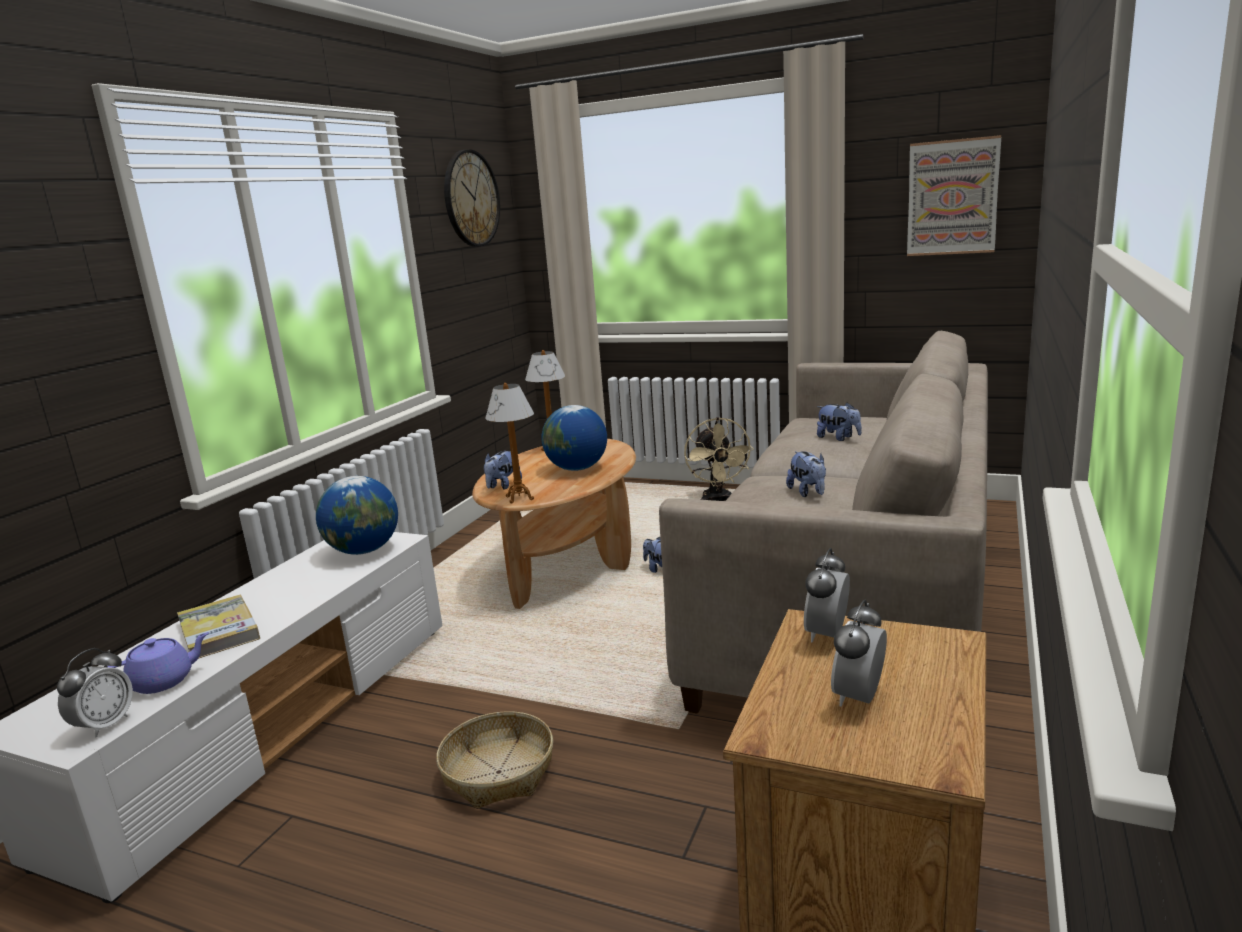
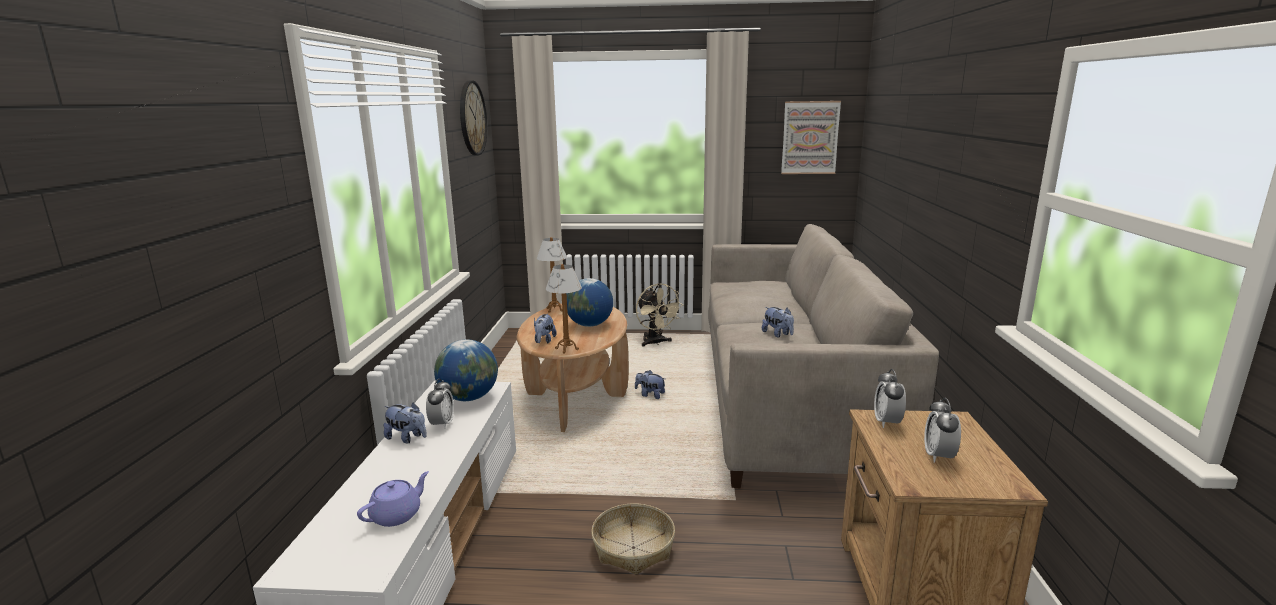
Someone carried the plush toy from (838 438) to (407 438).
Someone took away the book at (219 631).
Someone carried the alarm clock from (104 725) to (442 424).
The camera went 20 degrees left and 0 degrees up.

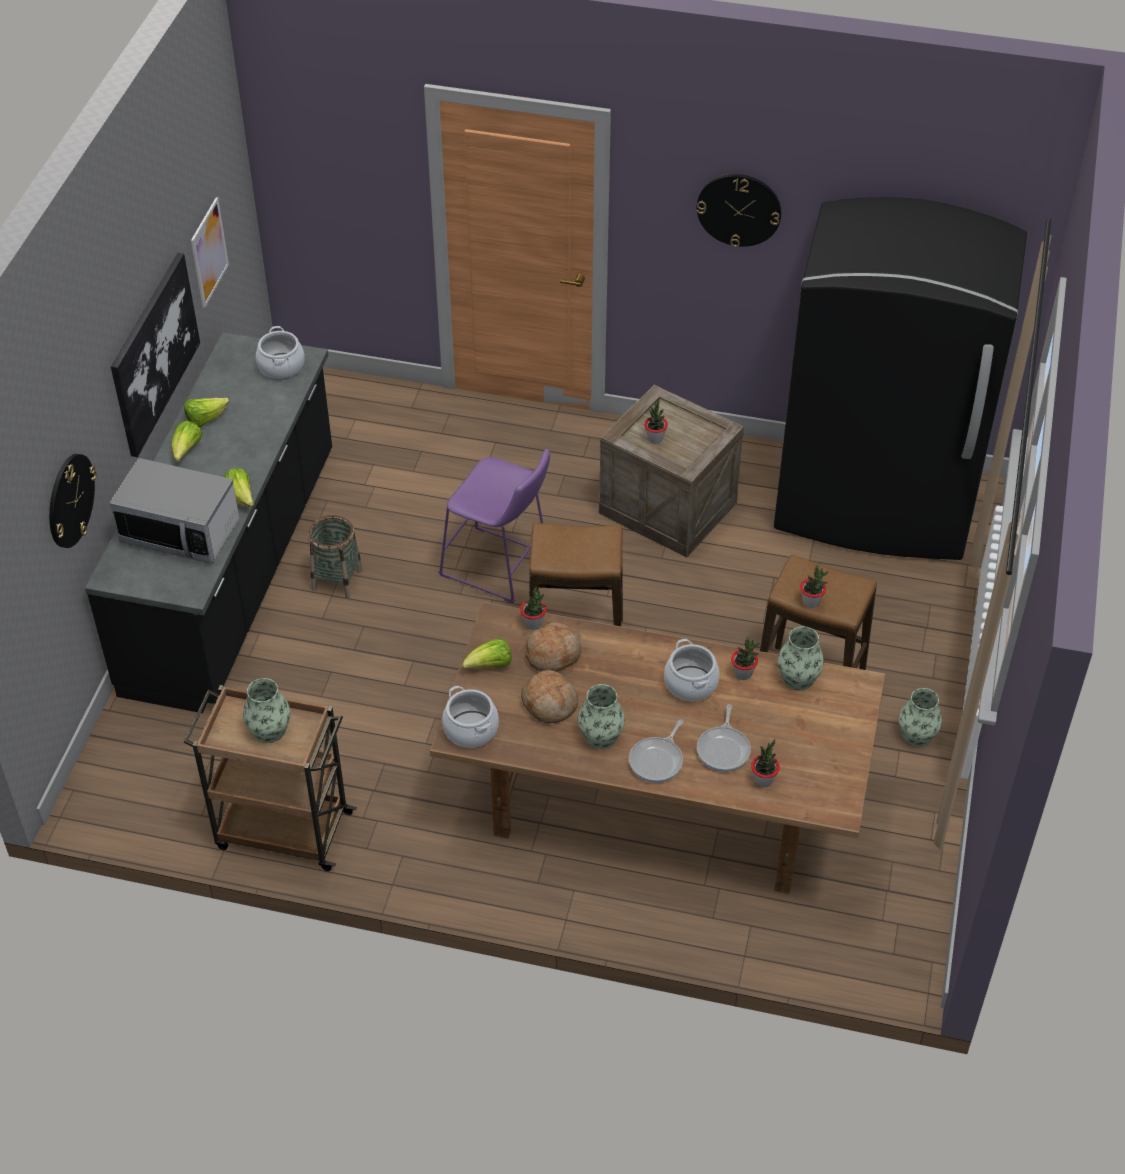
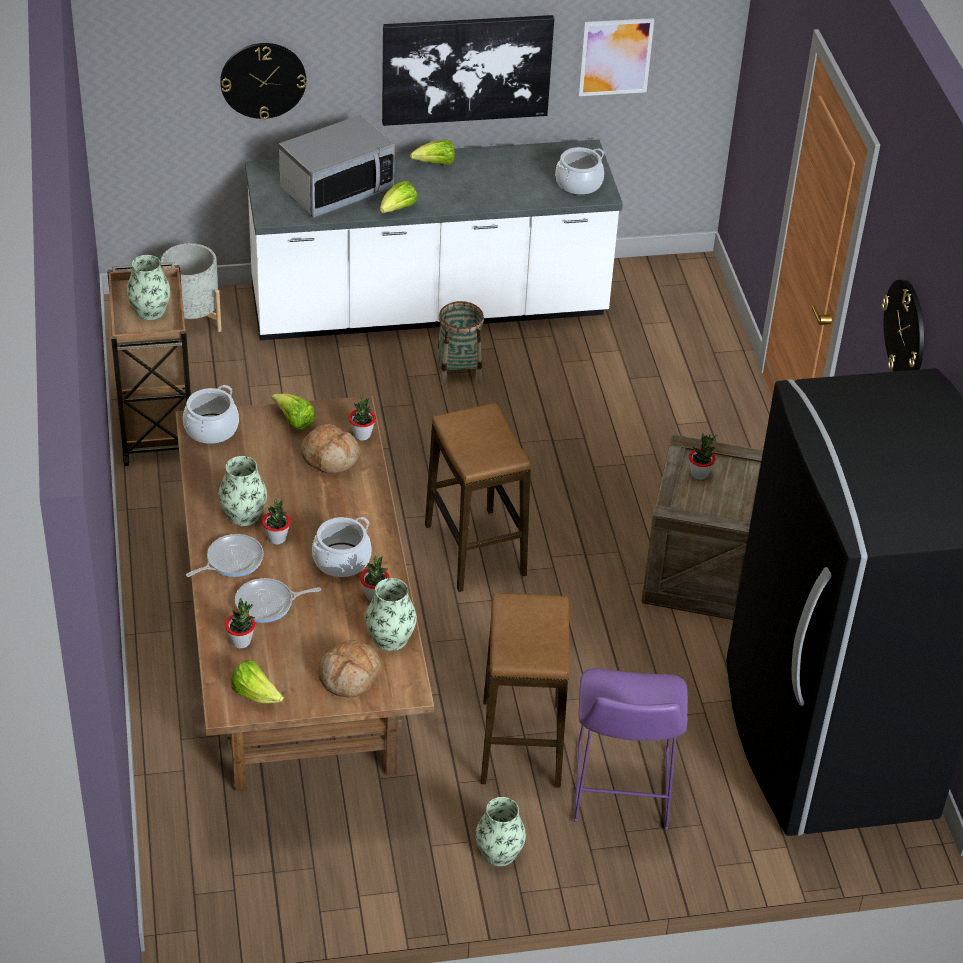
Someone repainted the counter (black) at (233 572), which became the counter (white) at (429 307).
Someone carried the lettuce from (205 419) to (256 695).
Someone carried the stool (purple) from (499 567) to (620 791).
Someone rotated the microwave at (180 532) by 120 degrees counterclockwise.
Someone carried the potted plant from (811 602) to (277 538).
Someone carried the bread from (549 703) to (350 676).
Someone rotated the frying pan at (658 760) by 135 degrees clockwise.
Someone put down the planter (grey) at (192 319).
The camera went 65 degrees right and 5 degrees down.

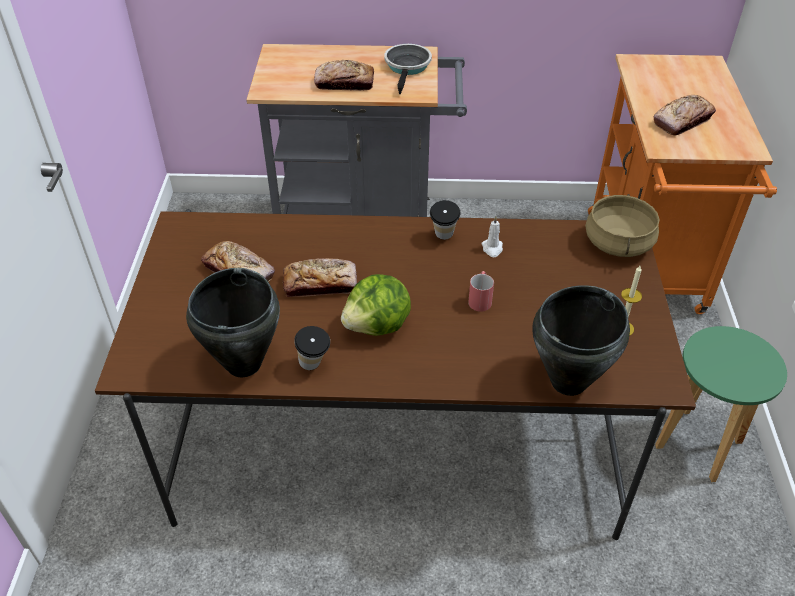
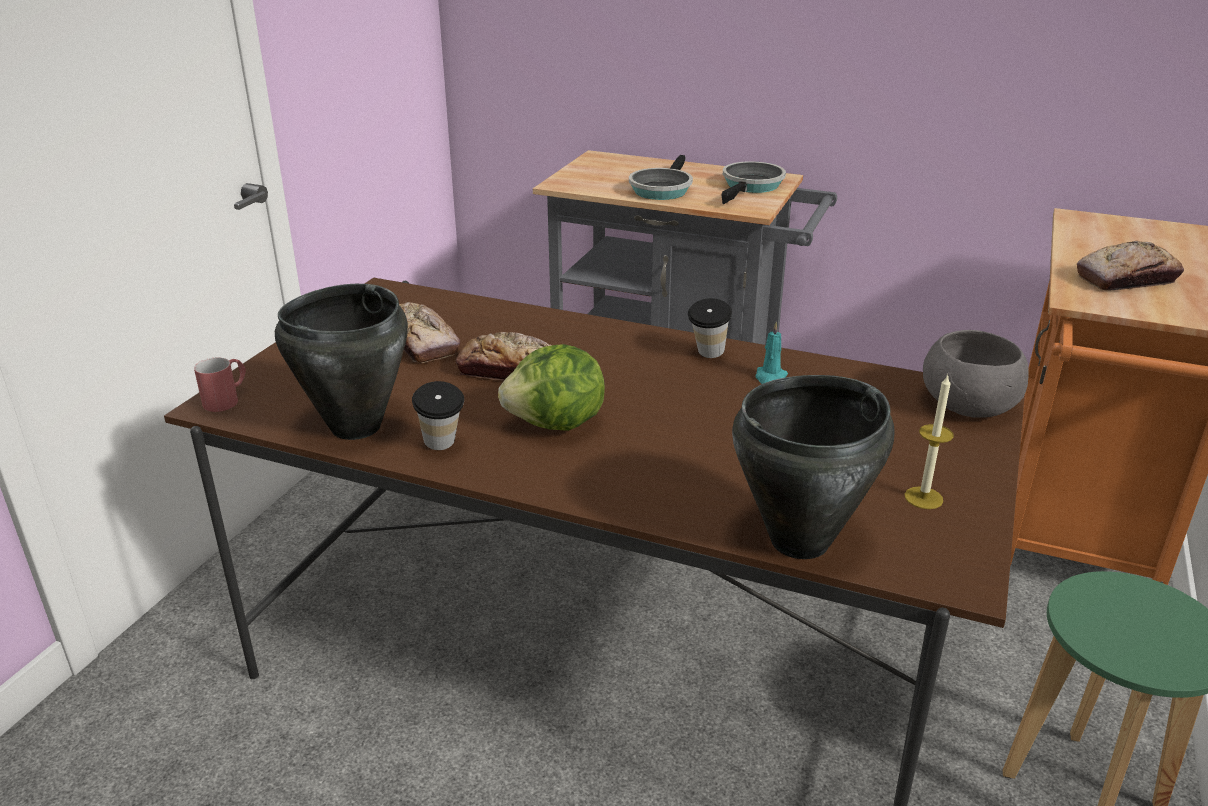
Someone swapped the bread at (344 83) for the frying pan at (661 189).
Someone swapped the cooking pot (beige) at (619 243) for the bowl (grey) at (969 405).
Someone repainted the candle (white) at (492 249), which became the candle (turquoise) at (770 378).
Someone carried the mug (red) from (480 298) to (227 399).
The camera went 20 degrees right and 15 degrees down.

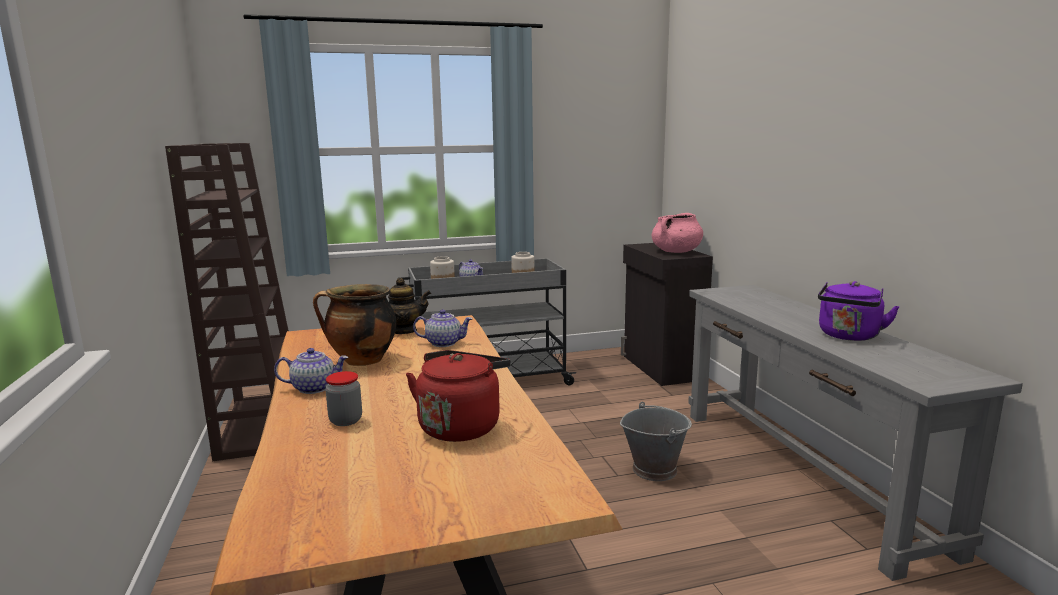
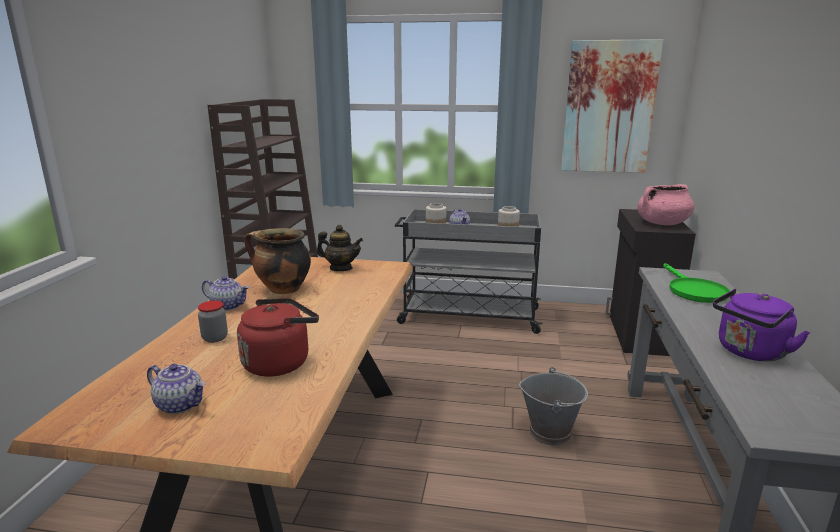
Someone carried the teapot from (444 343) to (181 404).
Someone put up the picture at (609 108).
Someone put down the frying pan (green) at (693 290).
The camera went 25 degrees right and 5 degrees up.

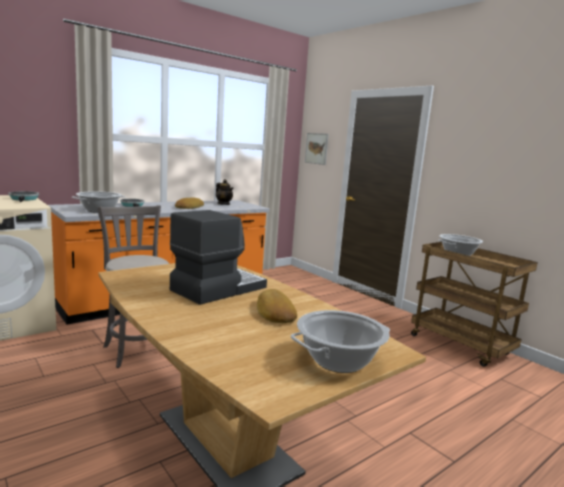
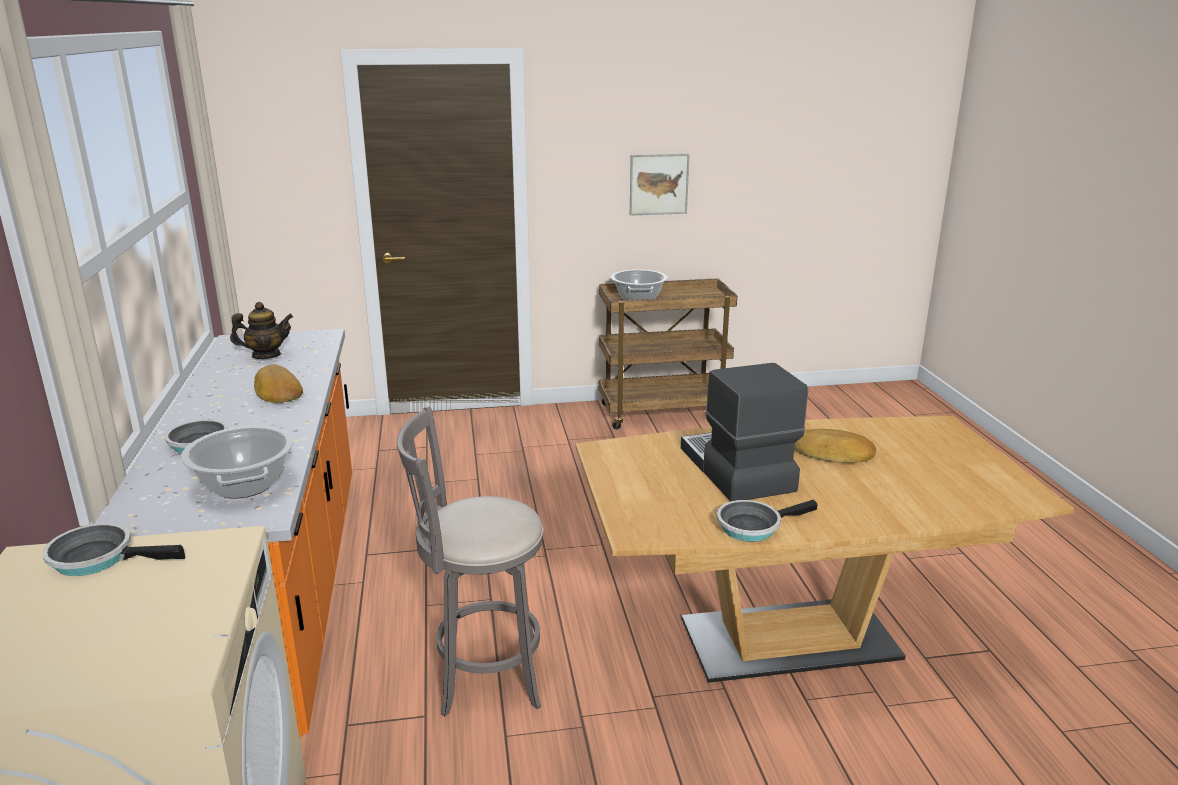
Someone carried the picture from (316 148) to (658 184).
Someone took away the cooking pot at (339 360).
Someone put down the frying pan at (753 526).
The camera went 60 degrees left and 10 degrees up.

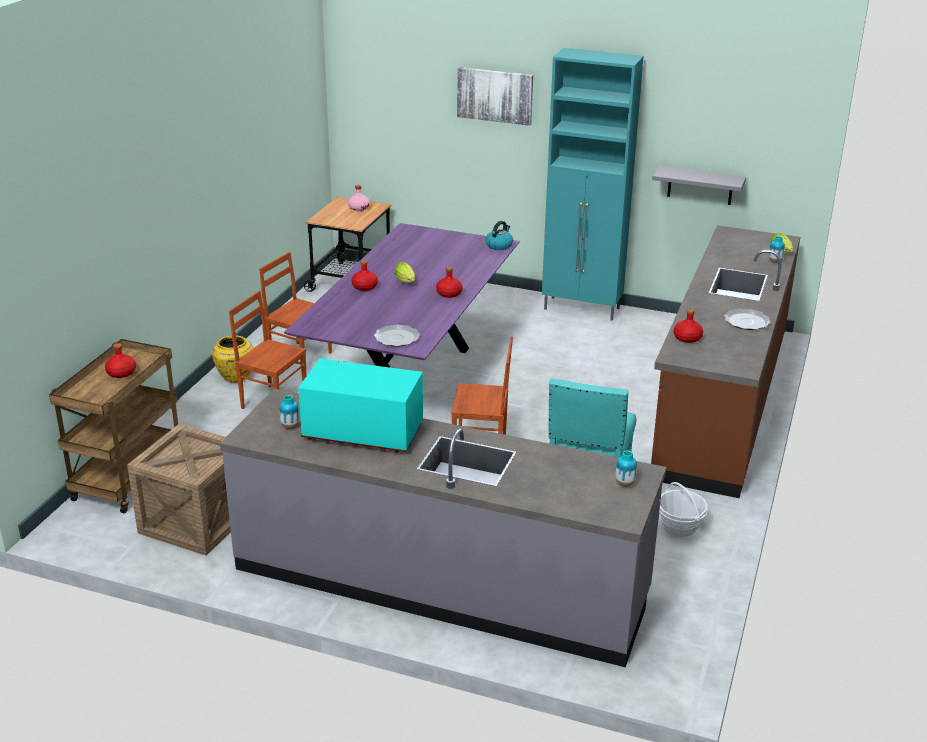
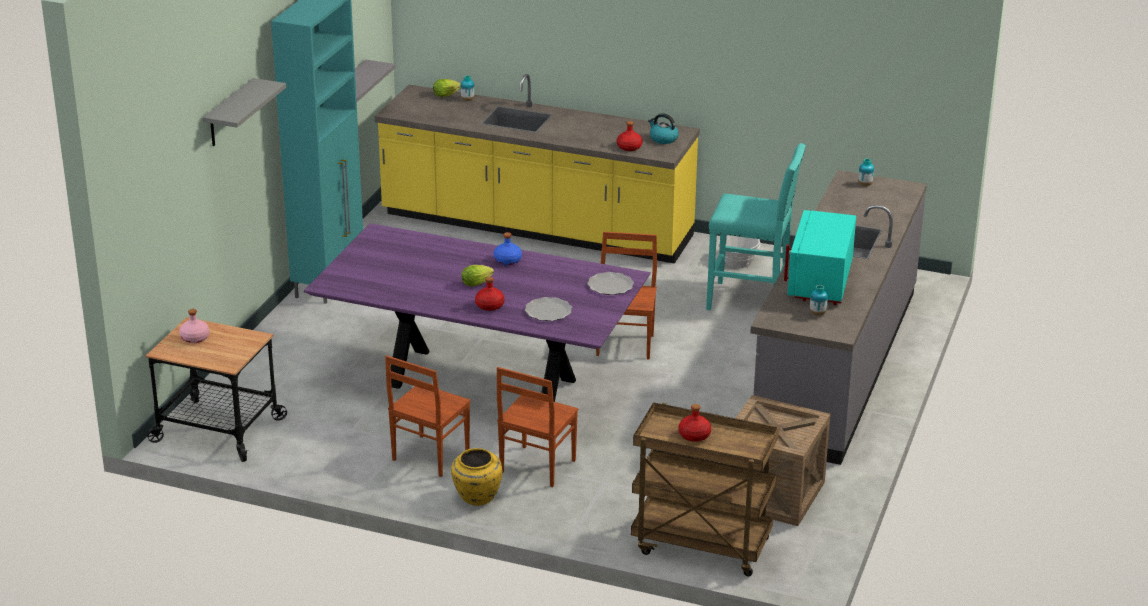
Someone swapped the picture at (495 95) for the shelf (grey) at (229 114).
Someone carried the kettle from (499 245) to (663 139).
Someone repainted the counter (brown) at (720 402), which became the counter (yellow) at (536 227).
Someone repainted the bottle (red) at (449 293), which became the bottle (blue) at (507 260).
Someone carried the plate from (746 321) to (548 311).
The camera went 90 degrees left and 0 degrees up.

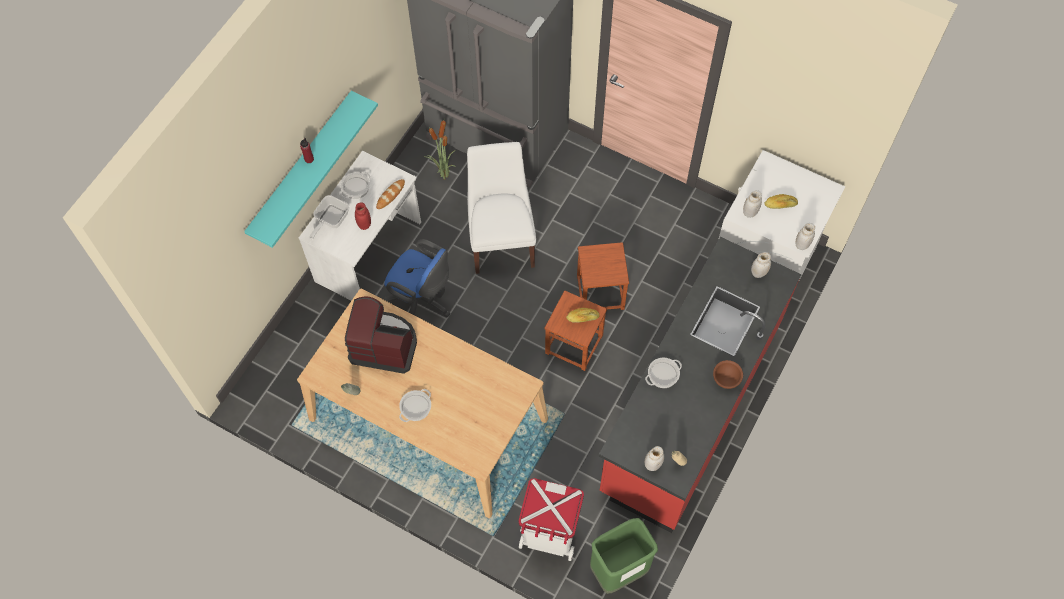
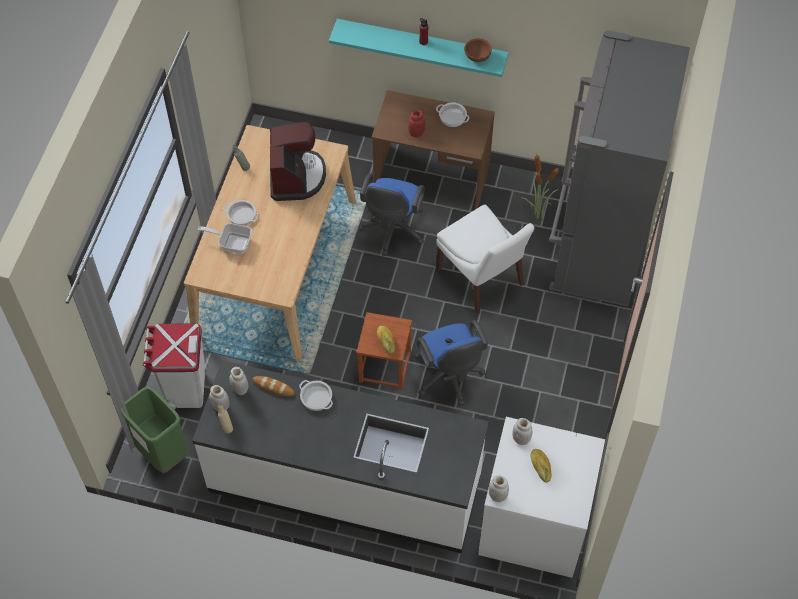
Someone rotated the chair (white) at (501 238) by 75 degrees clockwise.
Someone repainted the desk (white) at (370 252), which became the desk (brown) at (432 178).
Someone carried the bread from (390 195) to (273 387).
Someone carried the frying pan from (330 220) to (232 243).
Someone repainted the counter (red) at (689 407), which became the counter (white) at (345 483).
Someone swapped the stool (brown) at (601 292) for the office chair (blue) at (449 378).
Someone carried the jar (white) from (758 273) to (240 389).
Someone carried the bowl (brown) from (726 379) to (477 57).
The camera went 75 degrees right and 5 degrees down.

